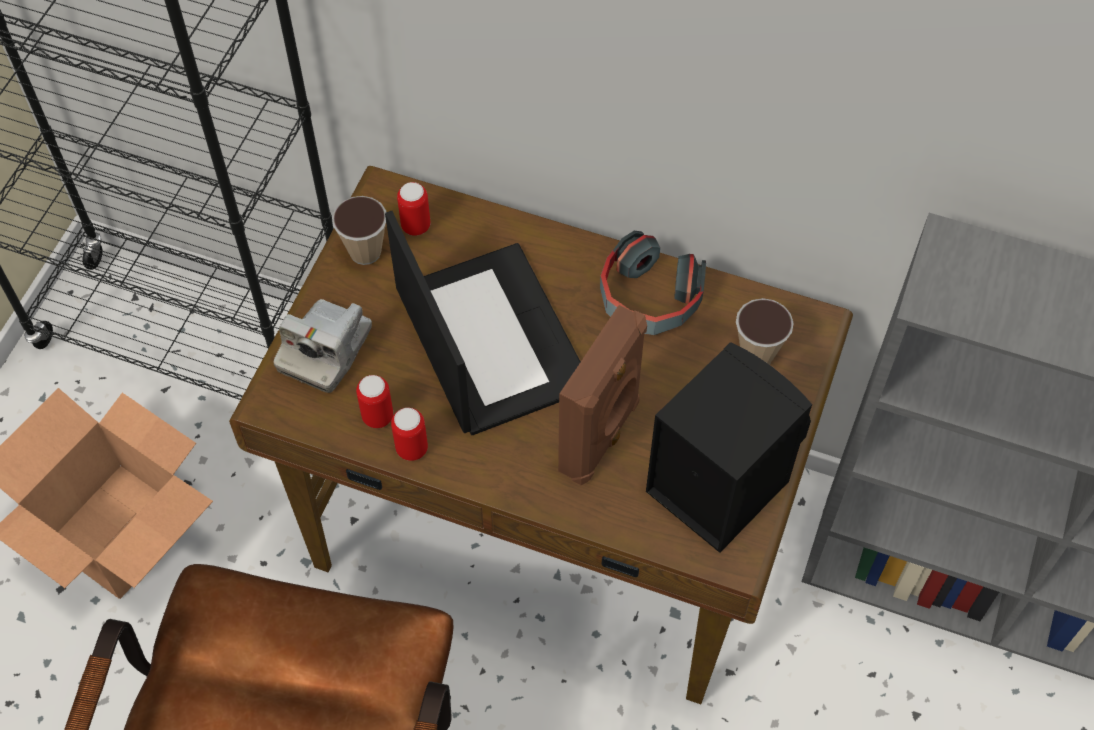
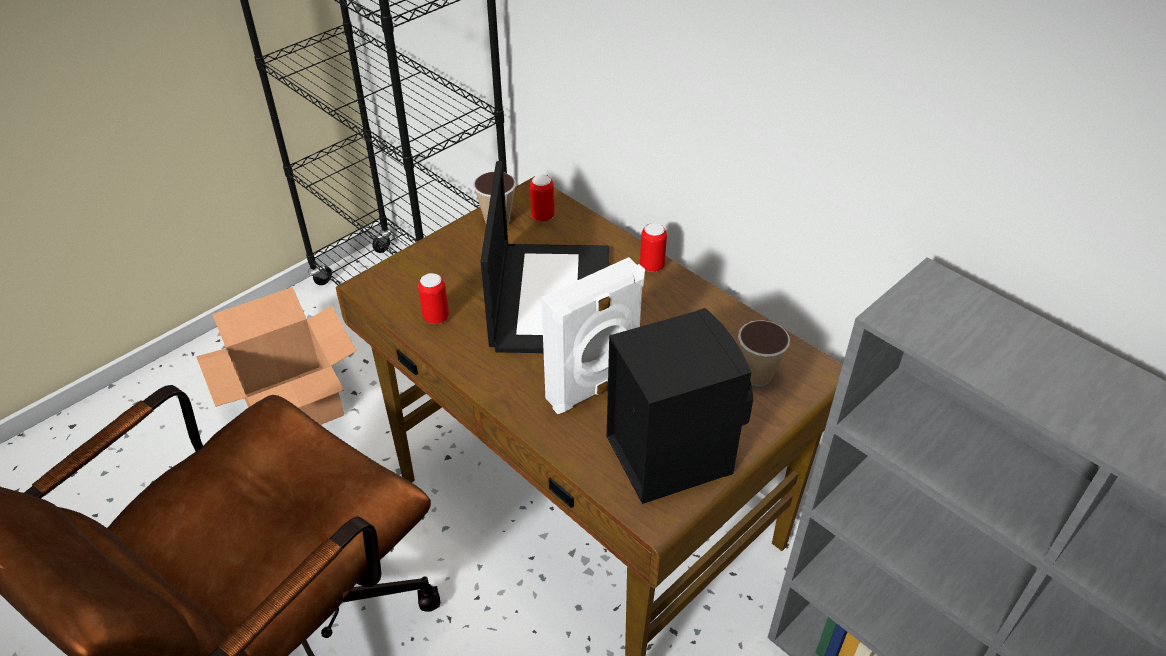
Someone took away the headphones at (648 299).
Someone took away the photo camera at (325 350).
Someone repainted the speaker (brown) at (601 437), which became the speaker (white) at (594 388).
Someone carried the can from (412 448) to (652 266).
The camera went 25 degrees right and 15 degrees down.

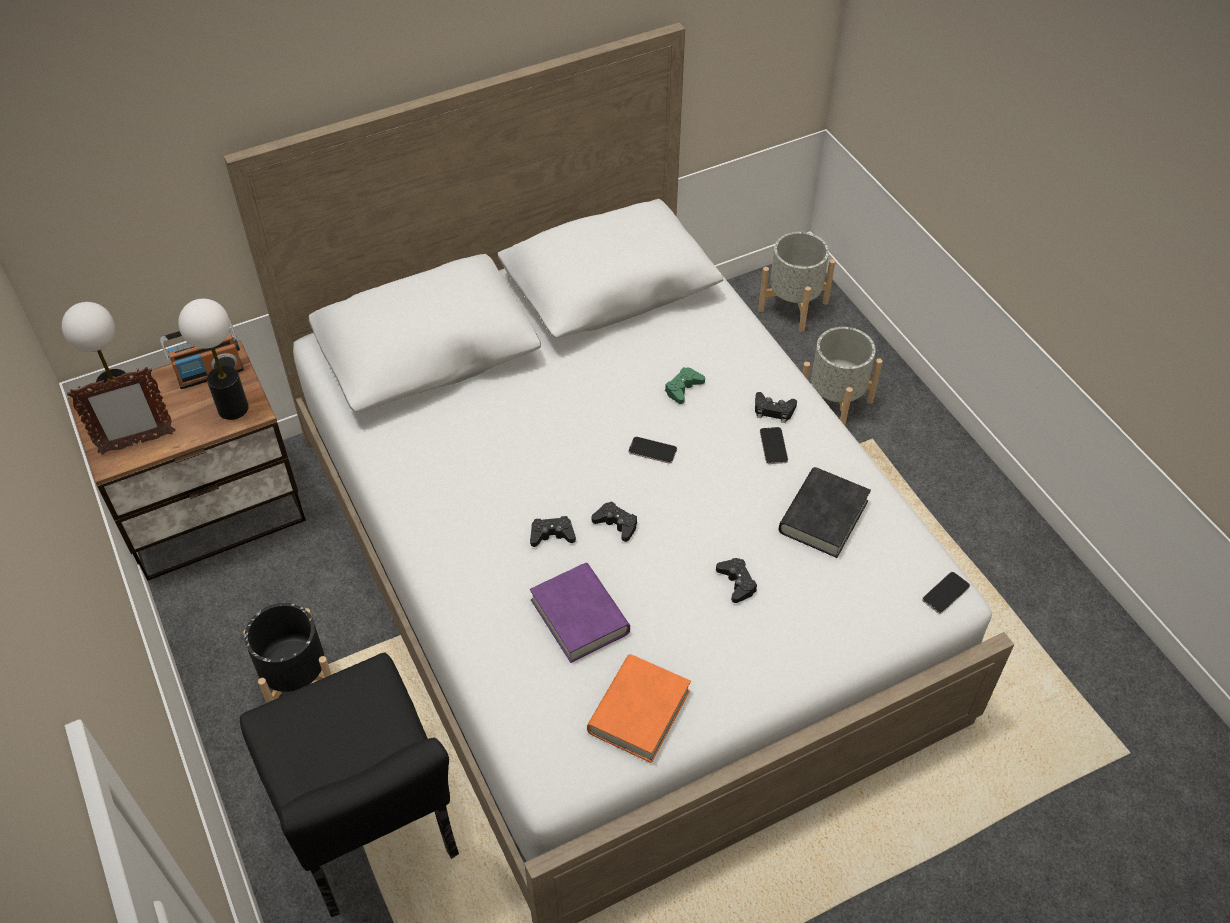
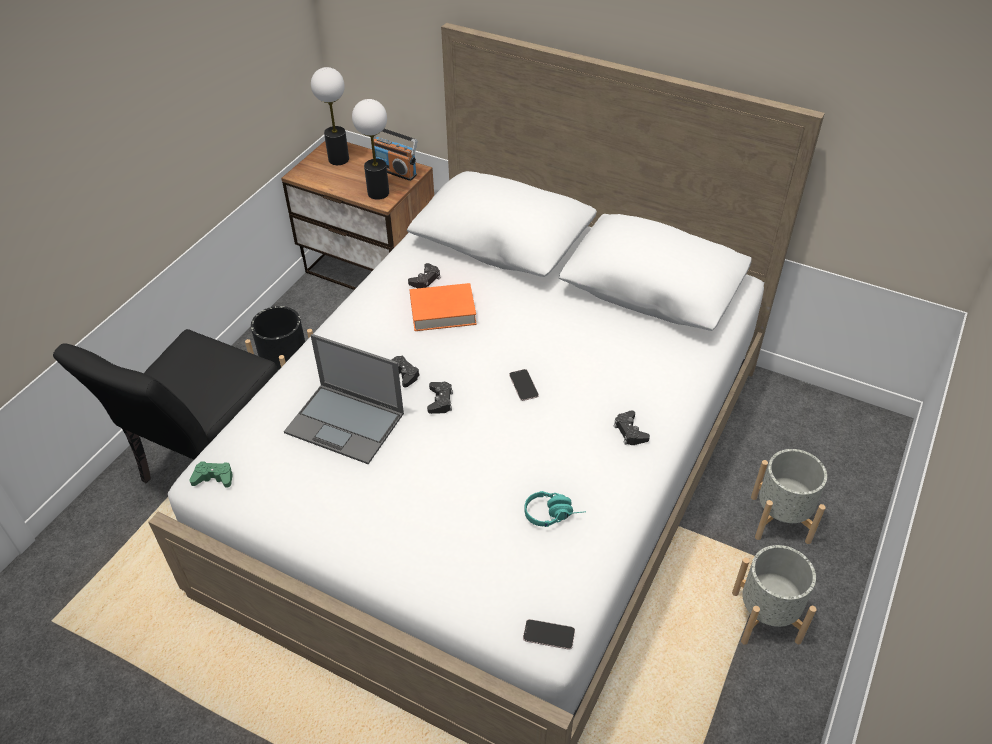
Someone carried the planter (grey) from (792 306) to (765 616).
Someone took away the picture frame at (137 443).
Someone carried the game controller (green) from (683 388) to (214 478).
Someone took away the phone at (773 446).
Someone swapped the book (black) at (823 516) for the headphones (turquoise) at (554 513).
Someone carried the game controller (black) from (737 583) to (425 280).
Someone swapped the book (purple) at (579 616) for the laptop at (346 423).
Someone carried the book (orange) from (639 712) to (443 311).
The camera went 55 degrees right and 5 degrees down.

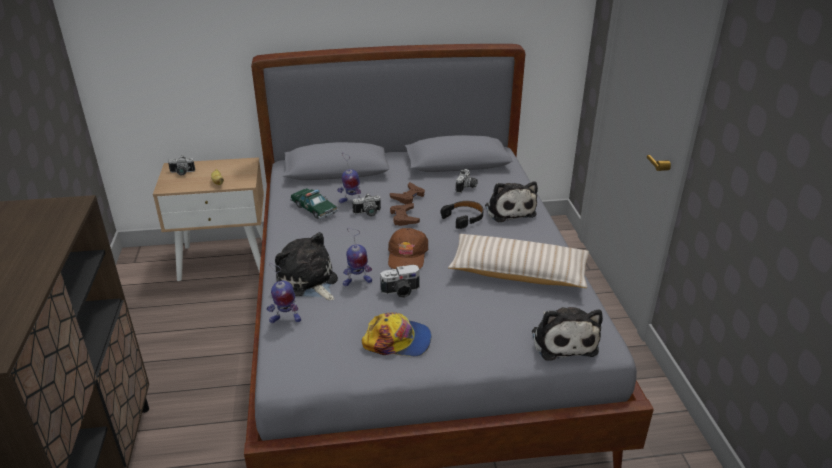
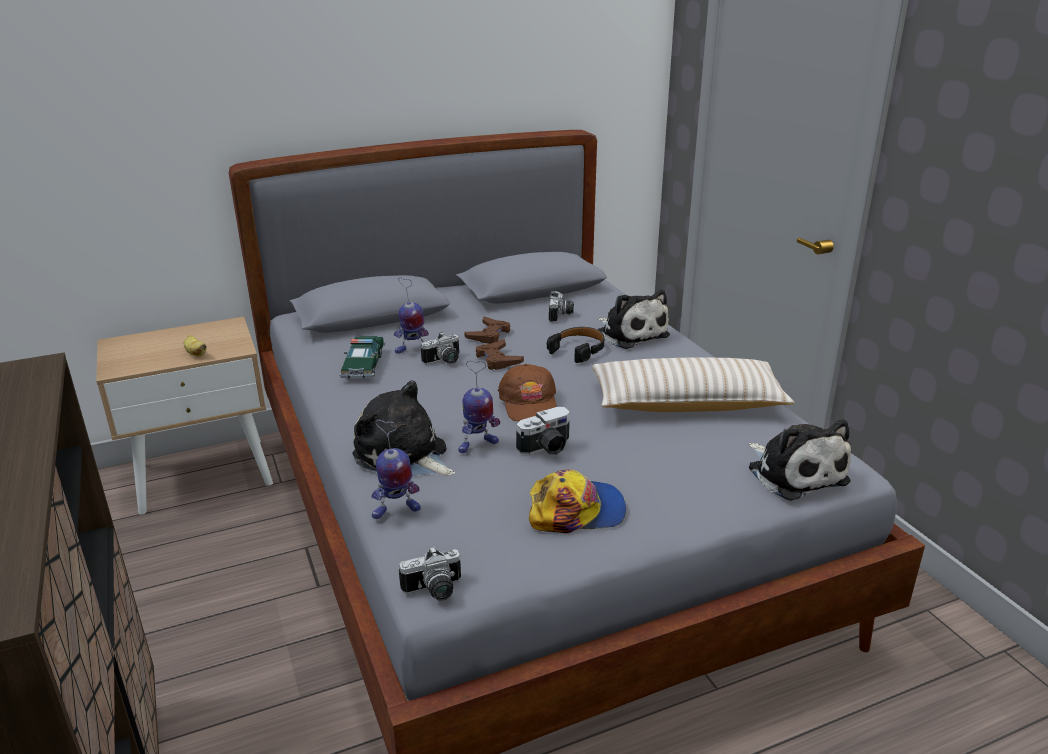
Someone carried the photo camera from (181 173) to (434 591).
Someone rotated the toy car at (314 209) by 60 degrees clockwise.
The camera went 15 degrees left and 5 degrees down.

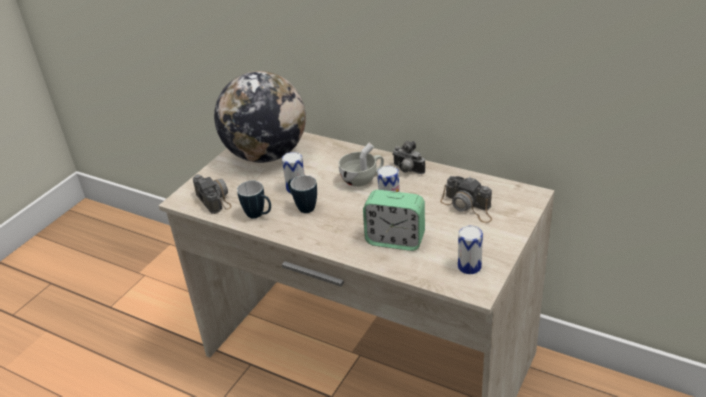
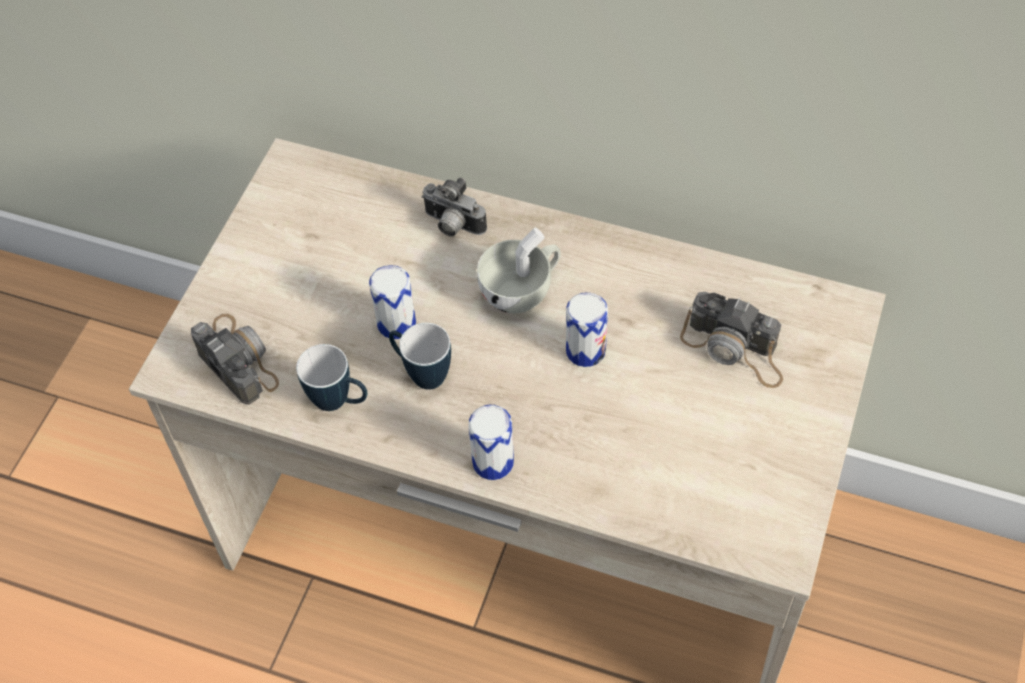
Someone took away the globe at (266 155).
Someone carried the photo camera from (407 170) to (452 226).
Someone took away the alarm clock at (395 240).
Someone carried the can from (469 266) to (493 462).
The camera went 10 degrees left and 20 degrees up.

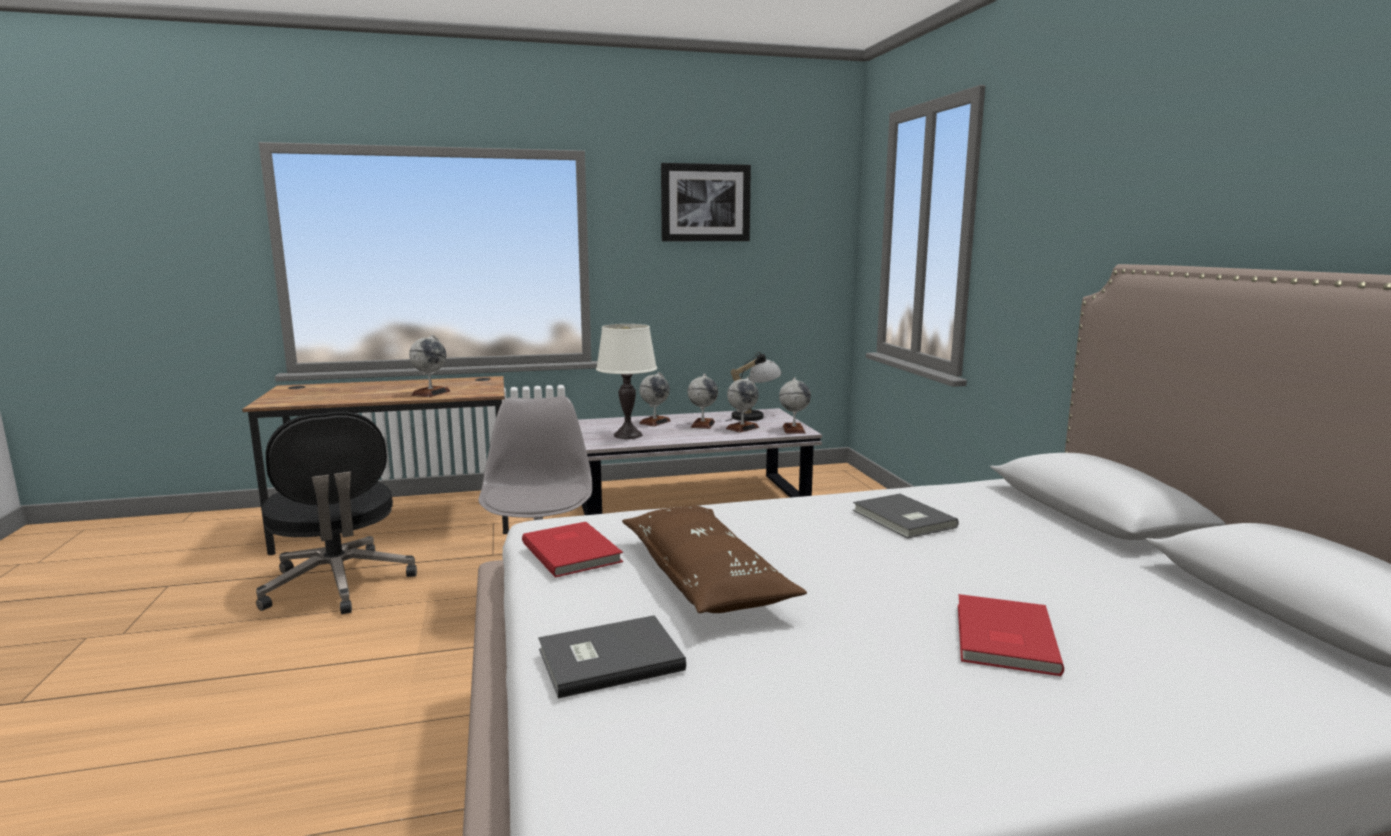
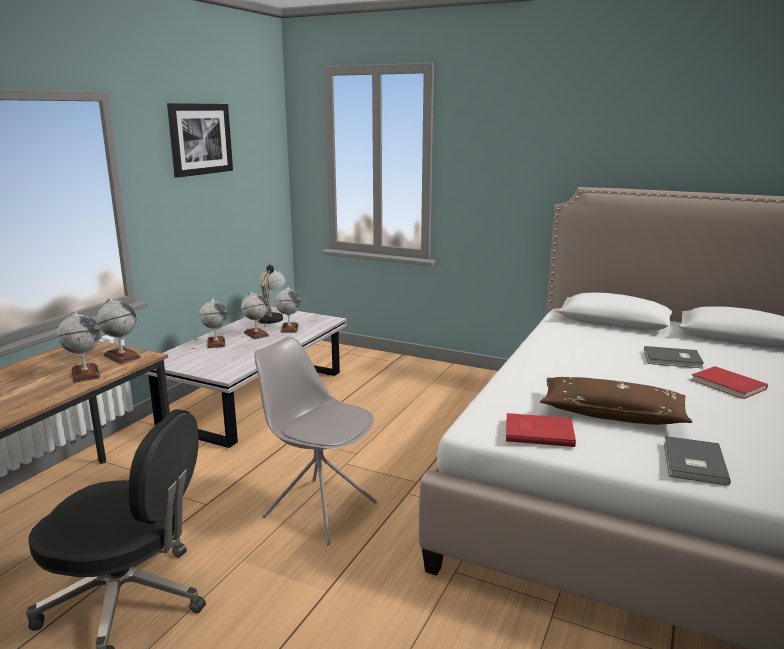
Someone took away the table lamp (white) at (628 435).
Someone carried the globe from (793 429) to (122 356).
Someone carried the book (grey) from (902 519) to (673 359).
The camera went 50 degrees left and 5 degrees up.

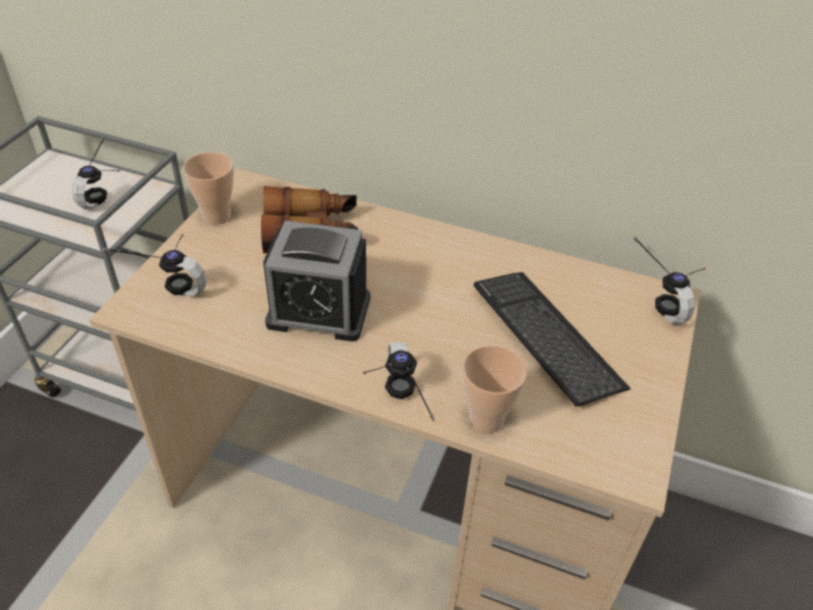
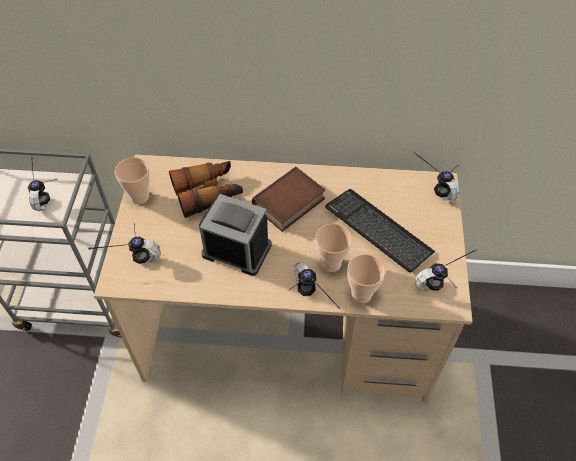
Someone rotated the alarm clock at (319 311) by 150 degrees counterclockwise.
Someone put down the book at (289 204).
Someone put down the cup at (331 263).
Someone put down the headphones at (447 287).
The camera went 15 degrees left and 10 degrees up.

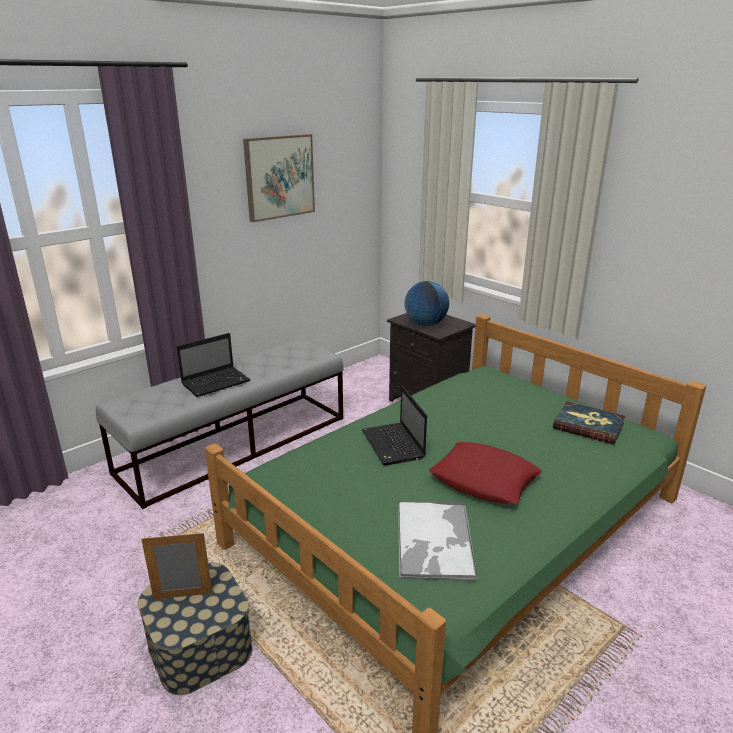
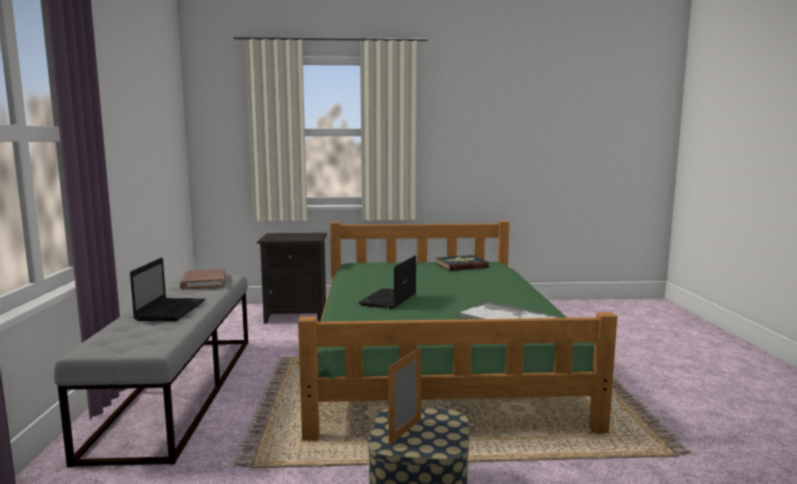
Someone took away the picture at (279 177).
Someone took away the globe at (425 324).
Someone rotated the laptop at (394 445) by 90 degrees clockwise.
Someone took away the pillow (red) at (484 480).
Someone put down the book (brown) at (204 282).
The camera went 50 degrees left and 15 degrees down.

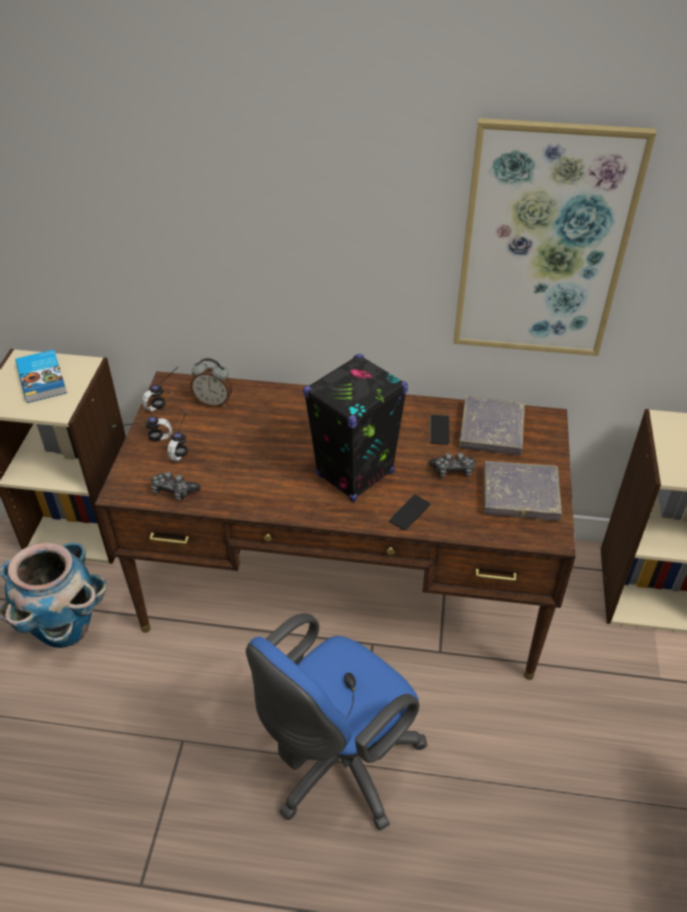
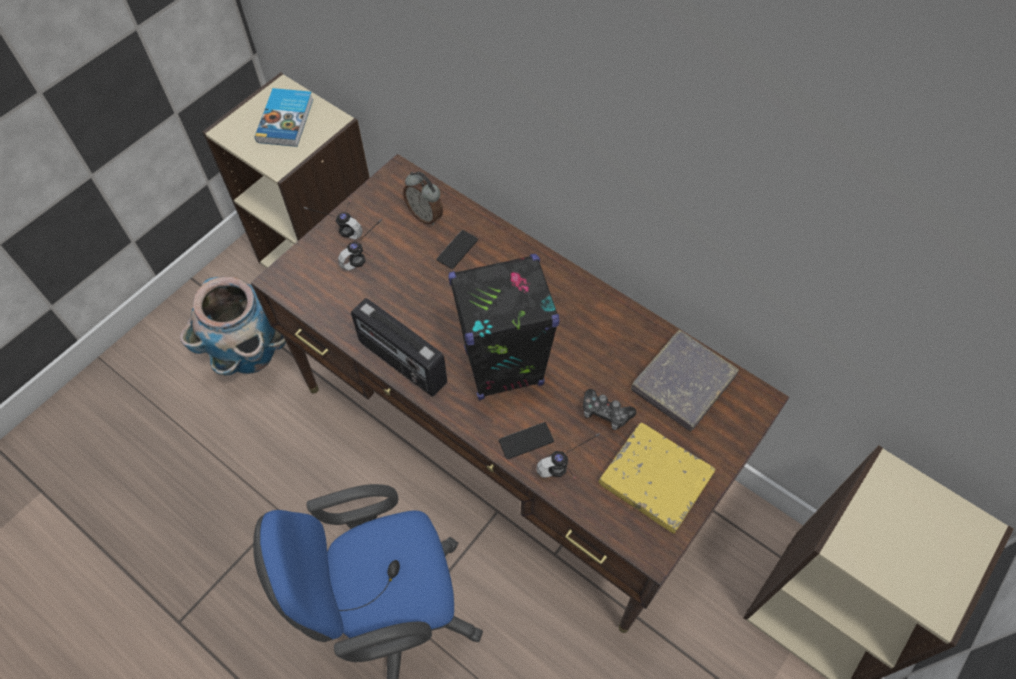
Someone took away the picture at (543 244).
Someone carried the headphones from (169 403) to (571 471).
Someone carried the phone from (439 430) to (457 250).
Someone repainted the book (grey) at (520 495), which became the book (yellow) at (655 479).
Someone took away the game controller at (174 491).
Someone put down the radio at (402 363).
The camera went 30 degrees right and 15 degrees up.

